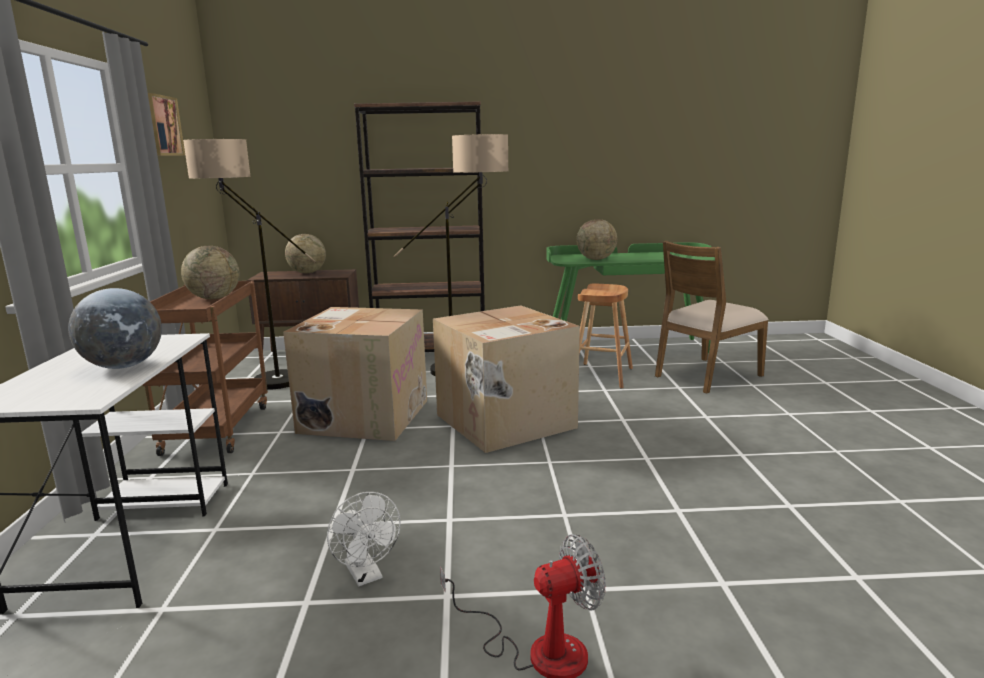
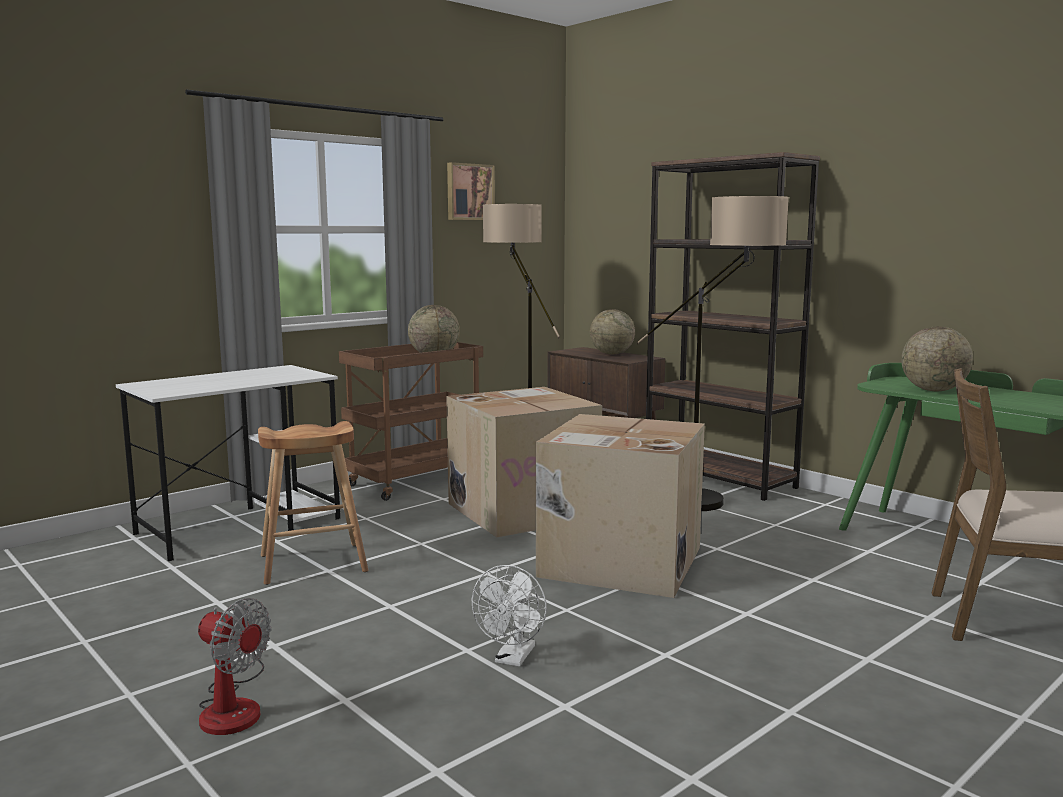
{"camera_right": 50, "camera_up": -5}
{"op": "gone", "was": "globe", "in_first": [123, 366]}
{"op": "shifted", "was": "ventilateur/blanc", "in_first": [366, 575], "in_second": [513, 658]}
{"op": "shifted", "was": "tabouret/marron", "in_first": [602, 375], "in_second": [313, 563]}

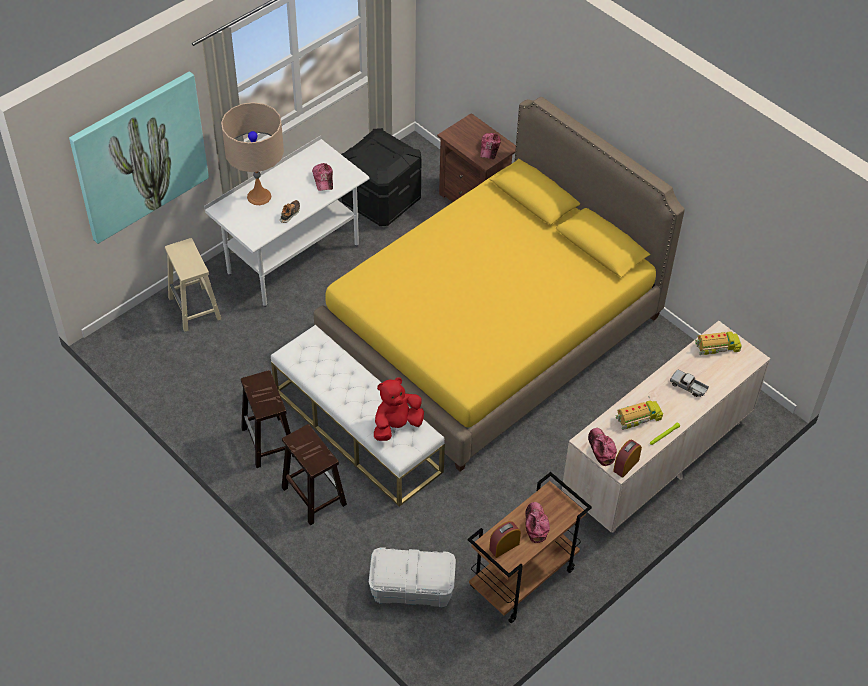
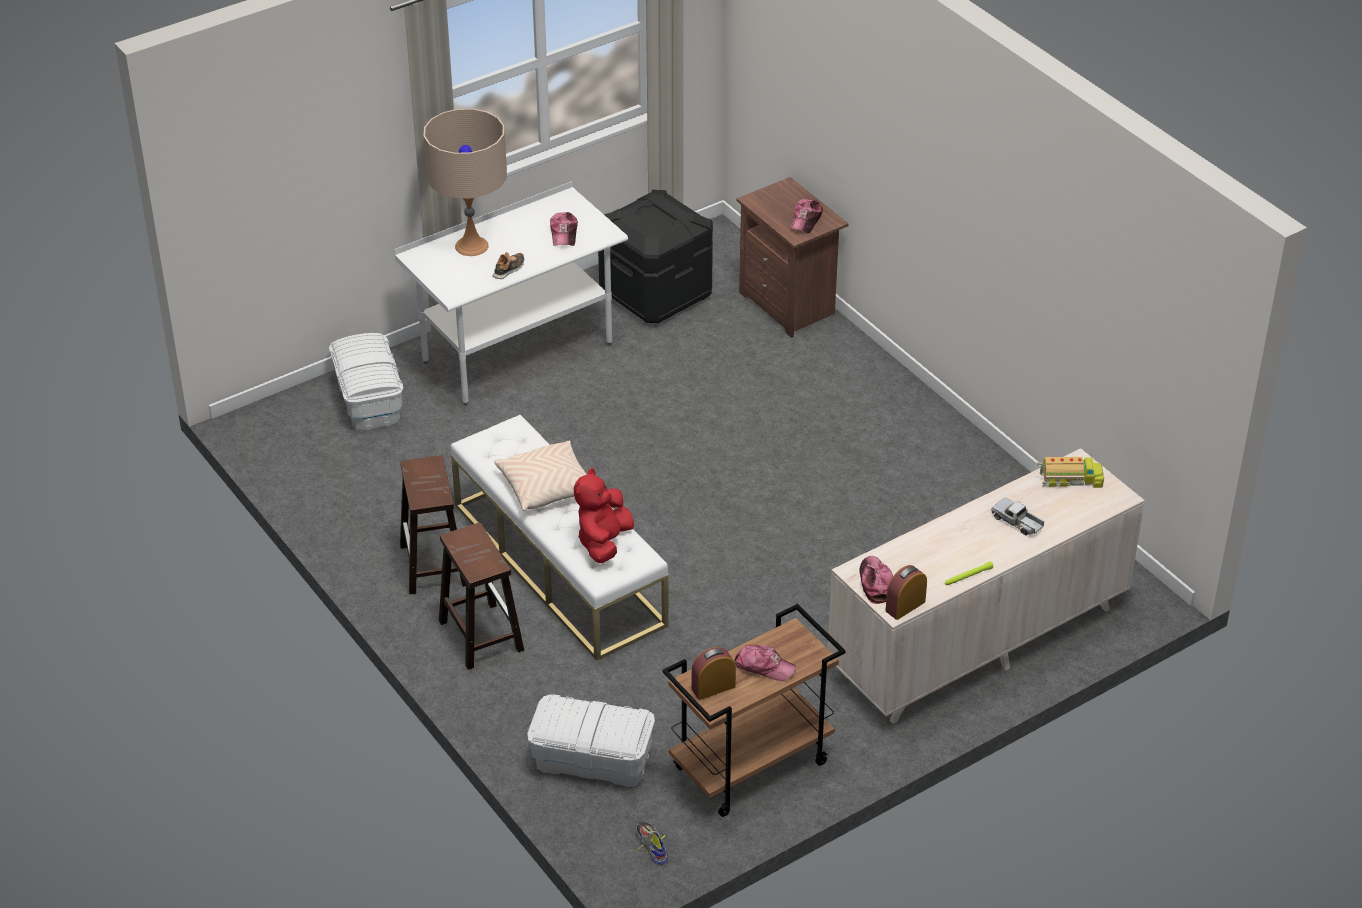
{"camera_right": 10, "camera_up": -10}
{"op": "gone", "was": "tableau", "in_first": [139, 156]}
{"op": "swapped", "was": "tabouret/beige", "now": "boîte de rangement/blanc", "in_first": [195, 309], "in_second": [369, 399]}
{"op": "gone", "was": "lit/jaune", "in_first": [491, 332]}
{"op": "rotated", "was": "peluche/rouge", "in_first": [396, 425], "in_second": [604, 542], "clockwise": -45}
{"op": "rotated", "was": "casquette", "in_first": [536, 524], "in_second": [764, 666], "clockwise": 105}
{"op": "gone", "was": "camion jouet", "in_first": [638, 418]}
{"op": "new", "now": "coussin/beige", "in_second": [546, 486]}
{"op": "new", "now": "chaussure", "in_second": [652, 845]}

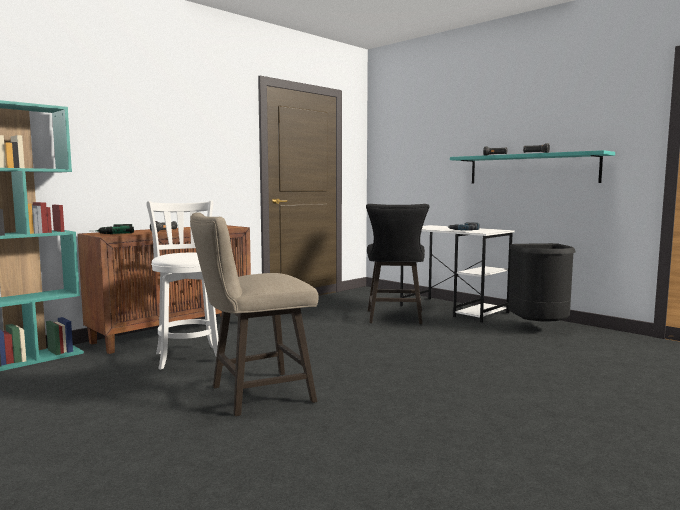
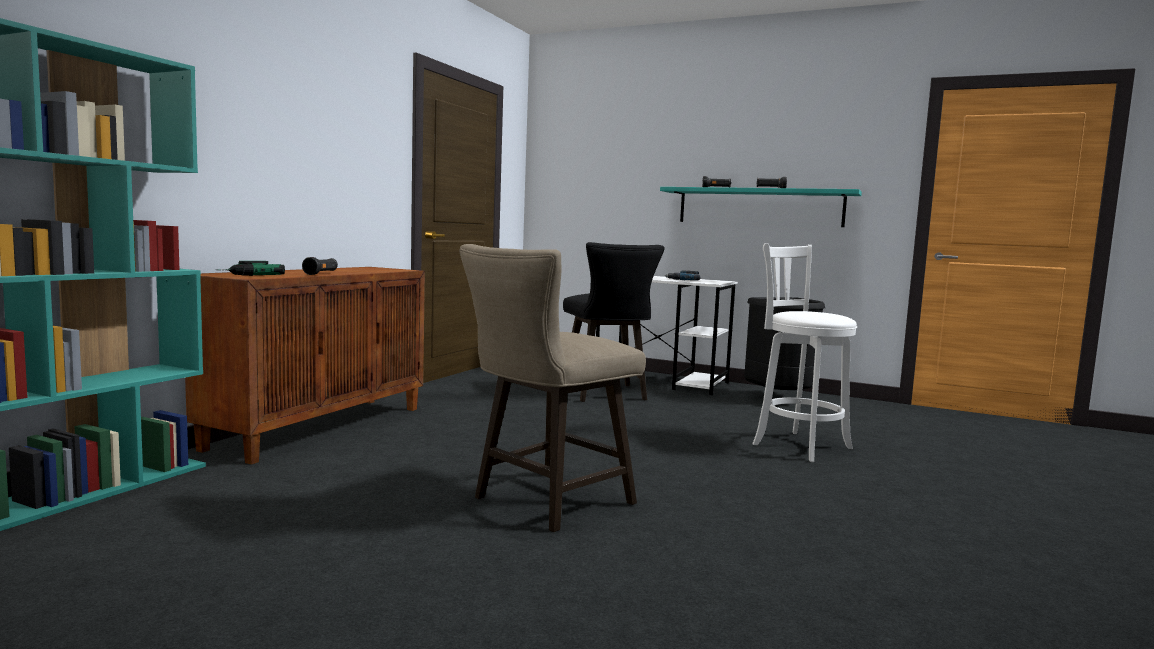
{"camera_right": -20, "camera_up": 0}
{"op": "shifted", "was": "tabouret/blanc", "in_first": [188, 356], "in_second": [797, 445]}

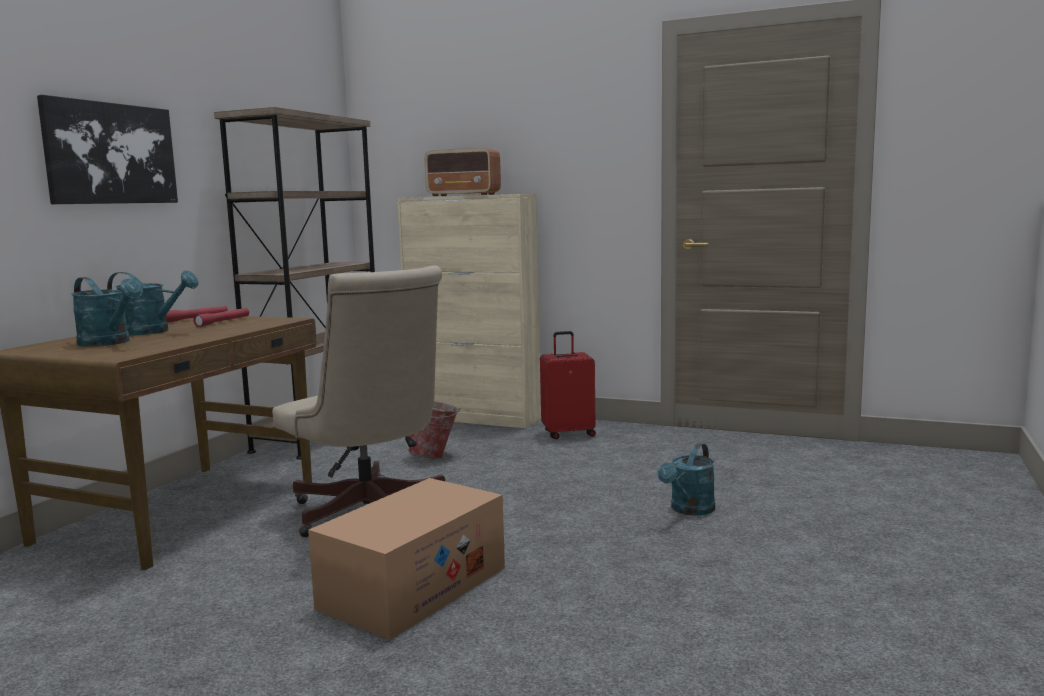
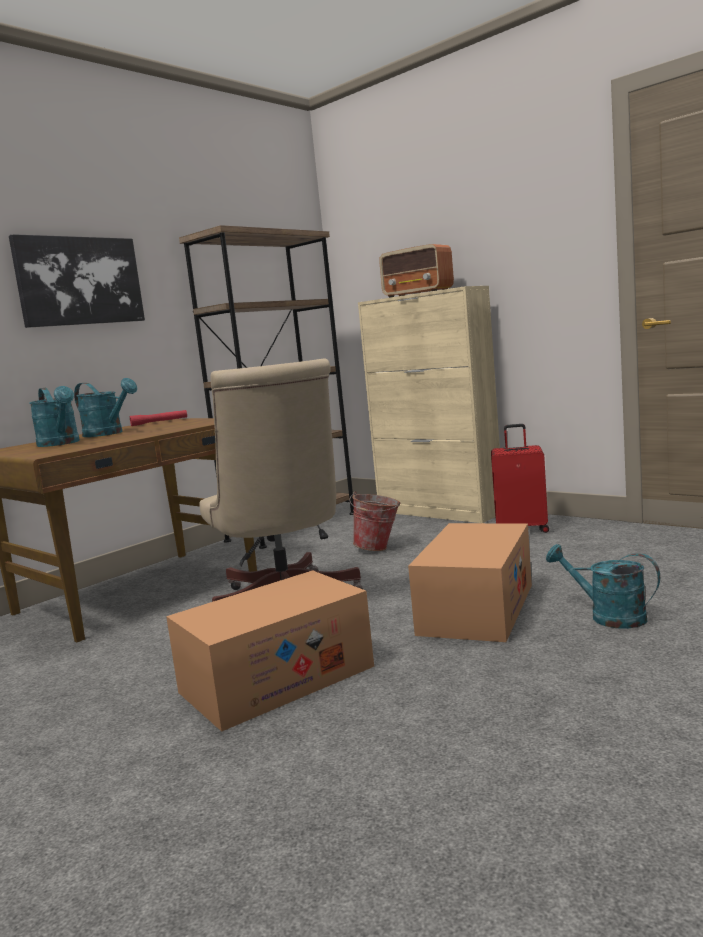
{"camera_right": 20, "camera_up": 0}
{"op": "gone", "was": "lampe de poche/rouge", "in_first": [223, 322]}
{"op": "rotated", "was": "arrosoir/turquoise", "in_first": [689, 510], "in_second": [608, 616], "clockwise": 75}
{"op": "new", "now": "carton", "in_second": [476, 609]}

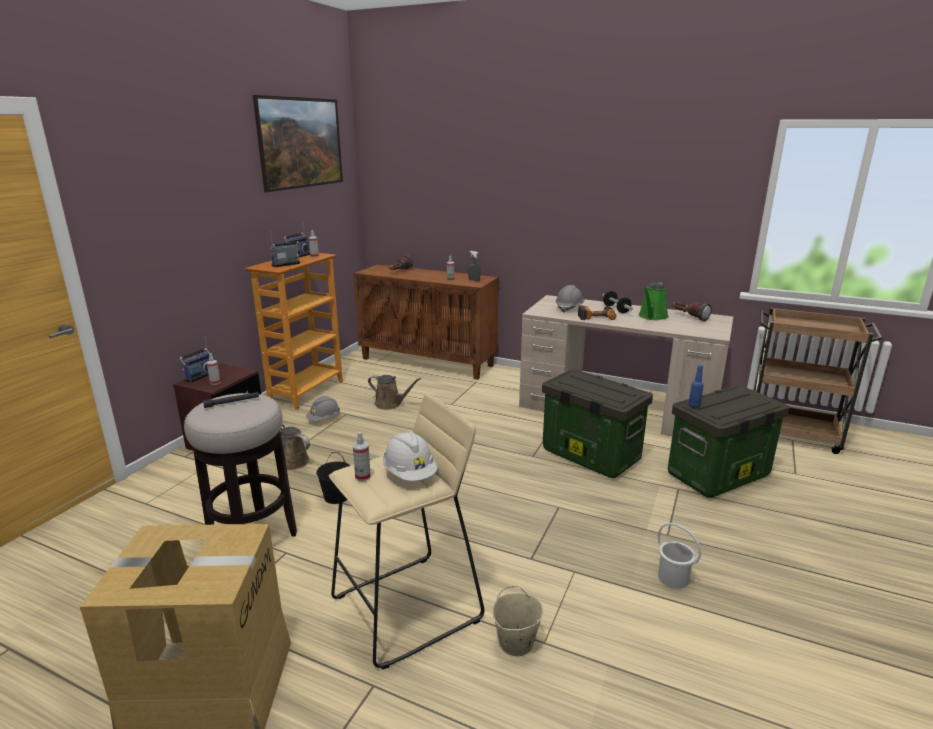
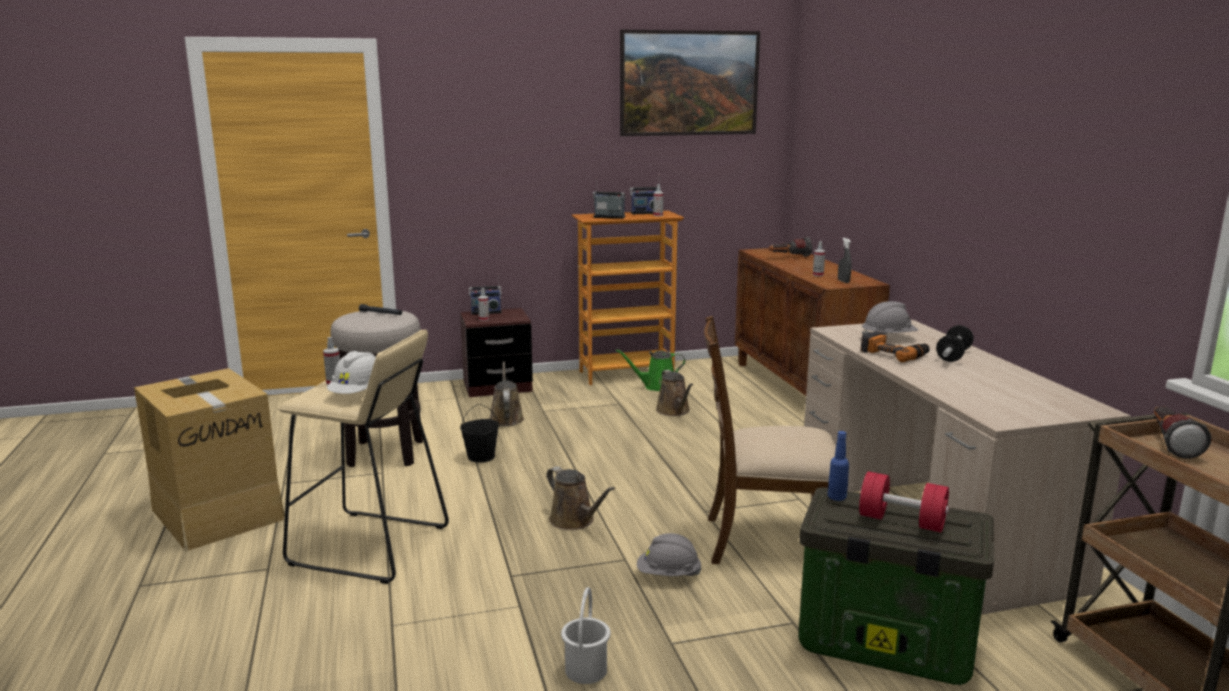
{"camera_right": 50, "camera_up": -5}
{"op": "shifted", "was": "casque de chantier/gris", "in_first": [324, 419], "in_second": [668, 575]}
{"op": "gone", "was": "seau/beige", "in_first": [516, 643]}
{"op": "swapped", "was": "boîte de rangement", "now": "chaise/marron", "in_first": [588, 455], "in_second": [767, 541]}
{"op": "shifted", "was": "arrosoir/vert", "in_first": [652, 317], "in_second": [657, 387]}
{"op": "shifted", "was": "lampe de poche", "in_first": [689, 317], "in_second": [1170, 444]}
{"op": "new", "now": "arrosoir/marron", "in_second": [574, 521]}
{"op": "new", "now": "haltère/rouge", "in_second": [901, 521]}

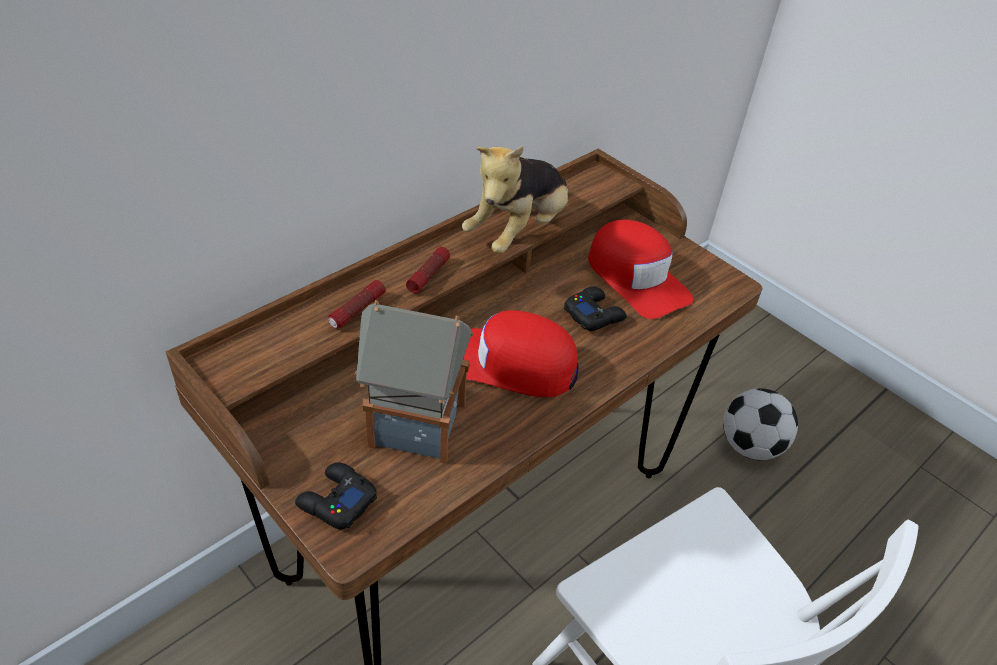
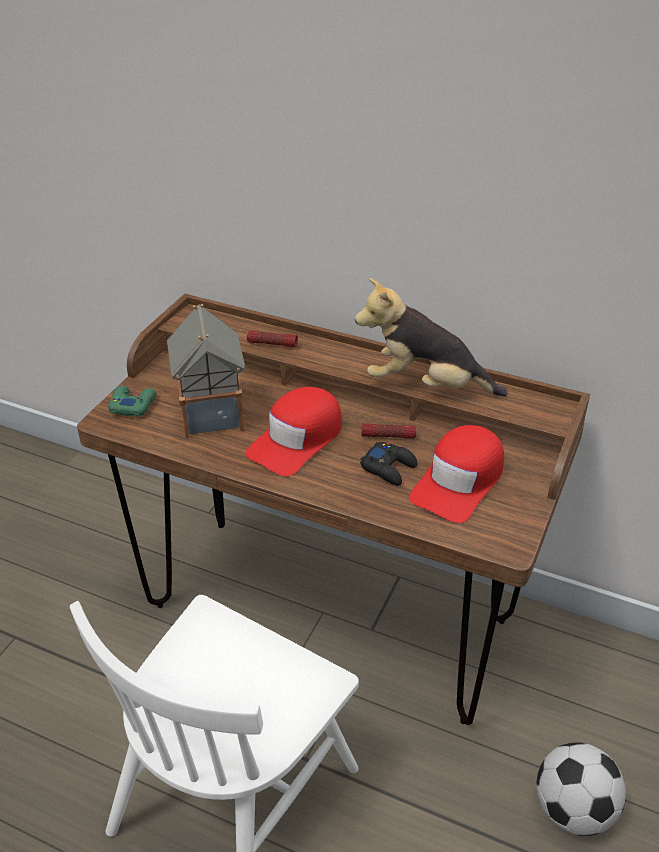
{"camera_right": 70, "camera_up": -5}
{"op": "repainted", "was": "manette/noir", "now": "manette/vert", "in_first": [336, 501], "in_second": [132, 405]}
{"op": "shifted", "was": "lampe de poche", "in_first": [428, 275], "in_second": [388, 436]}
{"op": "rotated", "was": "casquette/rouge", "in_first": [509, 364], "in_second": [297, 439], "clockwise": -135}

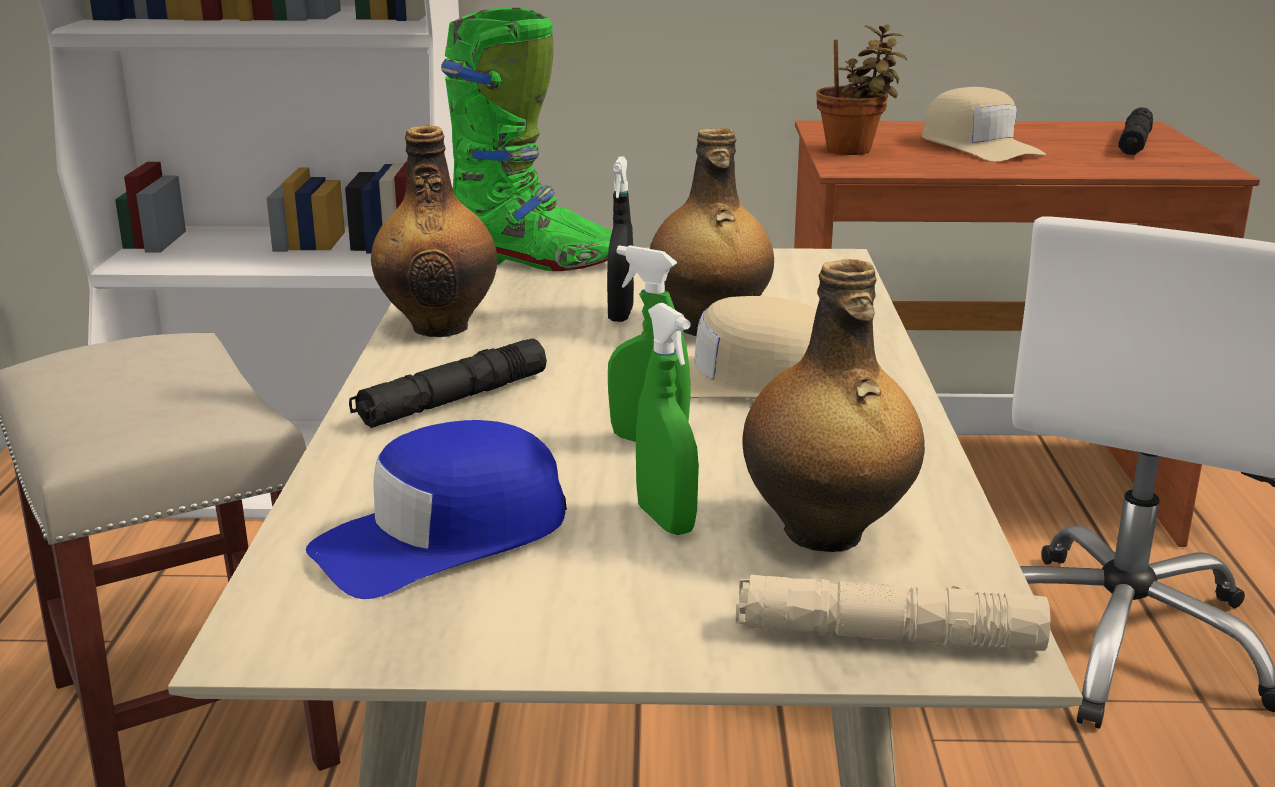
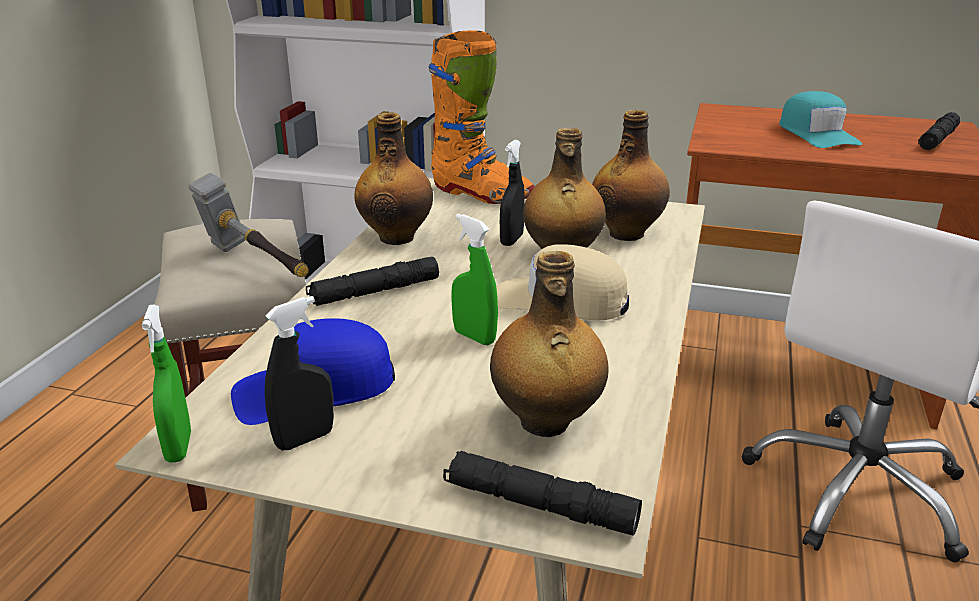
{"camera_right": 15, "camera_up": 5}
{"op": "repainted", "was": "botte/vert", "now": "botte/orange", "in_first": [534, 261], "in_second": [481, 194]}
{"op": "shifted", "was": "vaporisateur/vert", "in_first": [665, 520], "in_second": [179, 447]}
{"op": "repainted", "was": "lampe de poche/beige", "now": "lampe de poche/noir", "in_first": [887, 636], "in_second": [539, 505]}
{"op": "gone", "was": "plante en pot", "in_first": [854, 151]}
{"op": "repainted", "was": "casquette/beige", "now": "casquette/turquoise", "in_first": [979, 146], "in_second": [817, 134]}
{"op": "new", "now": "marteau", "in_second": [255, 266]}
{"op": "new", "now": "vaporisateur/noir", "in_second": [305, 439]}
{"op": "new", "now": "bouteille", "in_second": [627, 233]}

